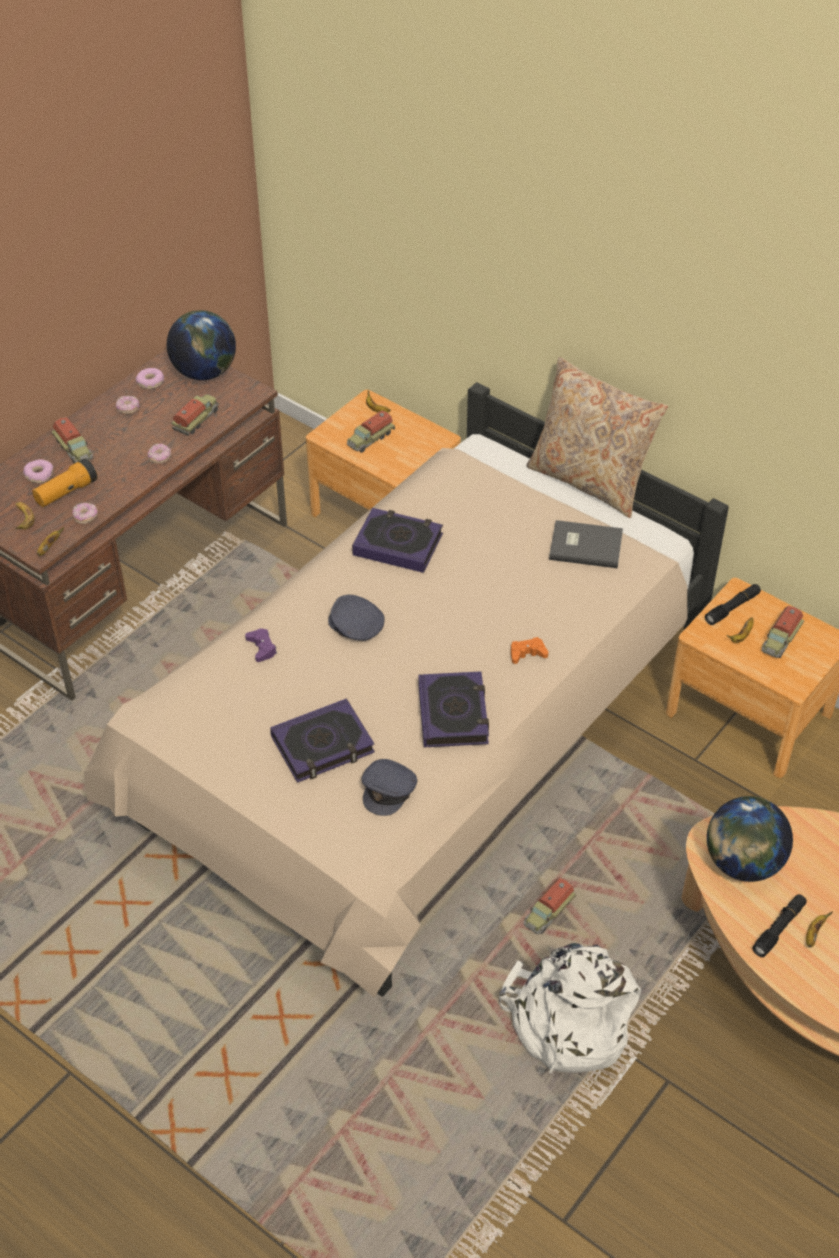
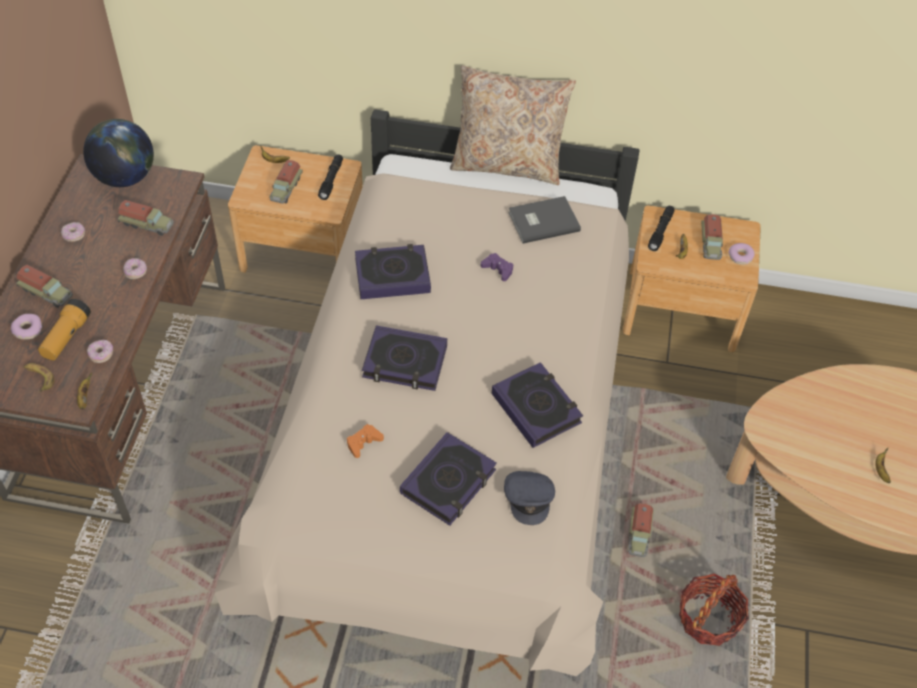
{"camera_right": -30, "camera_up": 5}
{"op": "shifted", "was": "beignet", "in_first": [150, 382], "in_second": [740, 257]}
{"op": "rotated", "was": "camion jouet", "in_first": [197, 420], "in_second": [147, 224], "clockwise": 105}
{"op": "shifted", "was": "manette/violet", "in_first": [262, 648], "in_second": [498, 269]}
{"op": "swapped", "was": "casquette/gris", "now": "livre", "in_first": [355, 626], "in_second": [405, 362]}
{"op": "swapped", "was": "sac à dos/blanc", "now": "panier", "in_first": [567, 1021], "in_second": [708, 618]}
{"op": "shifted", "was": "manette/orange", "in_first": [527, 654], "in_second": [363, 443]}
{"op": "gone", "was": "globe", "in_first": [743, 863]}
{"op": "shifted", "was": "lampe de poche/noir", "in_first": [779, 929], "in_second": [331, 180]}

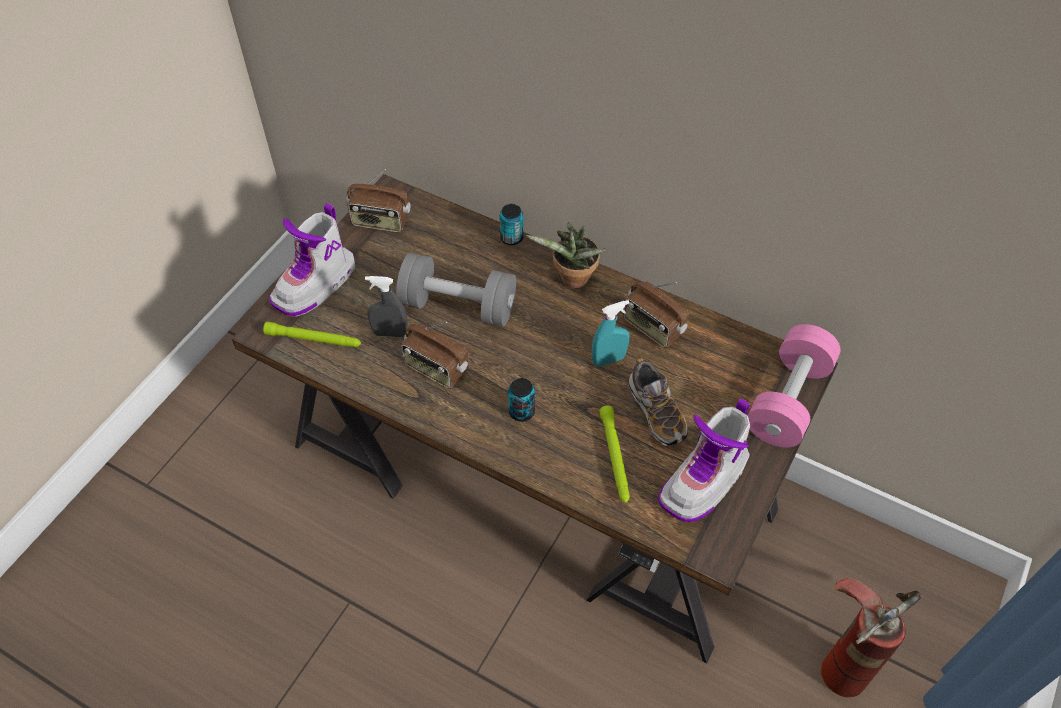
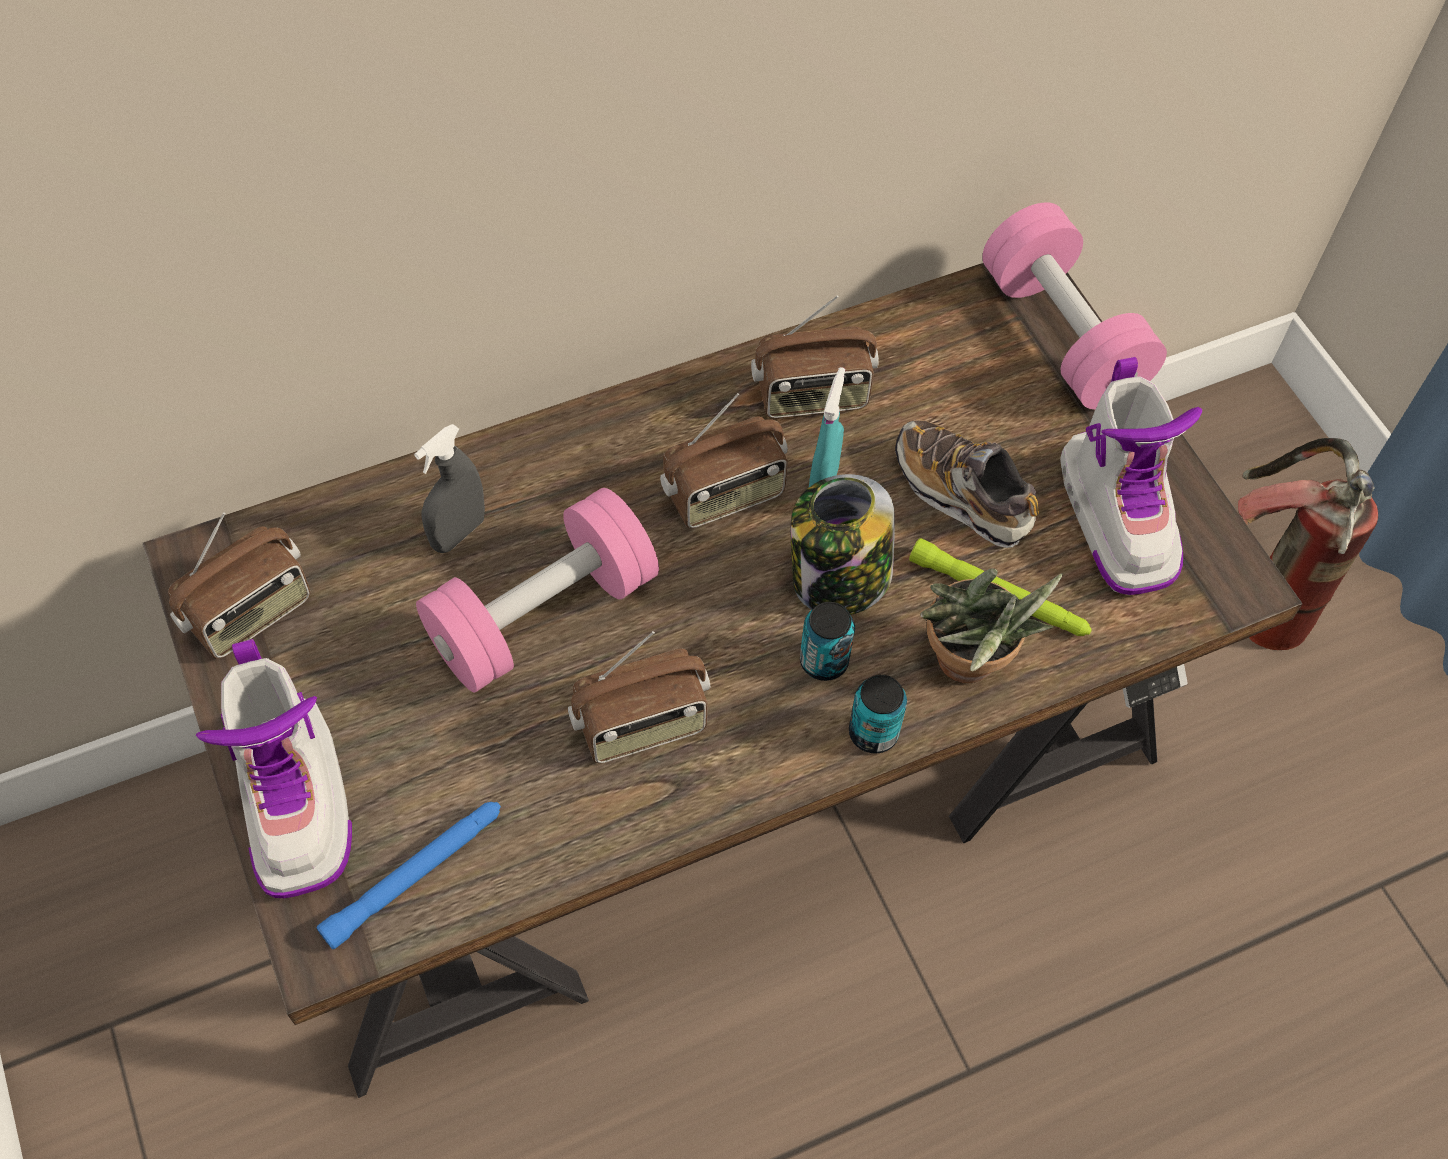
{"camera_right": -55, "camera_up": 5}
{"op": "repainted", "was": "lampe de poche/vert", "now": "lampe de poche/bleu", "in_first": [314, 339], "in_second": [415, 874]}
{"op": "shifted", "was": "vaporisateur/gris", "in_first": [390, 333], "in_second": [458, 533]}
{"op": "repainted", "was": "haltère/gris", "now": "haltère/rose", "in_first": [458, 306], "in_second": [543, 615]}
{"op": "shifted", "was": "boîte métallique", "in_first": [511, 238], "in_second": [873, 732]}
{"op": "shifted", "was": "plante en pot", "in_first": [572, 281], "in_second": [968, 667]}
{"op": "rotated", "was": "chaussure", "in_first": [656, 412], "in_second": [961, 494], "clockwise": -150}
{"op": "new", "now": "radio", "in_second": [725, 495]}
{"op": "new", "now": "bocal", "in_second": [839, 579]}

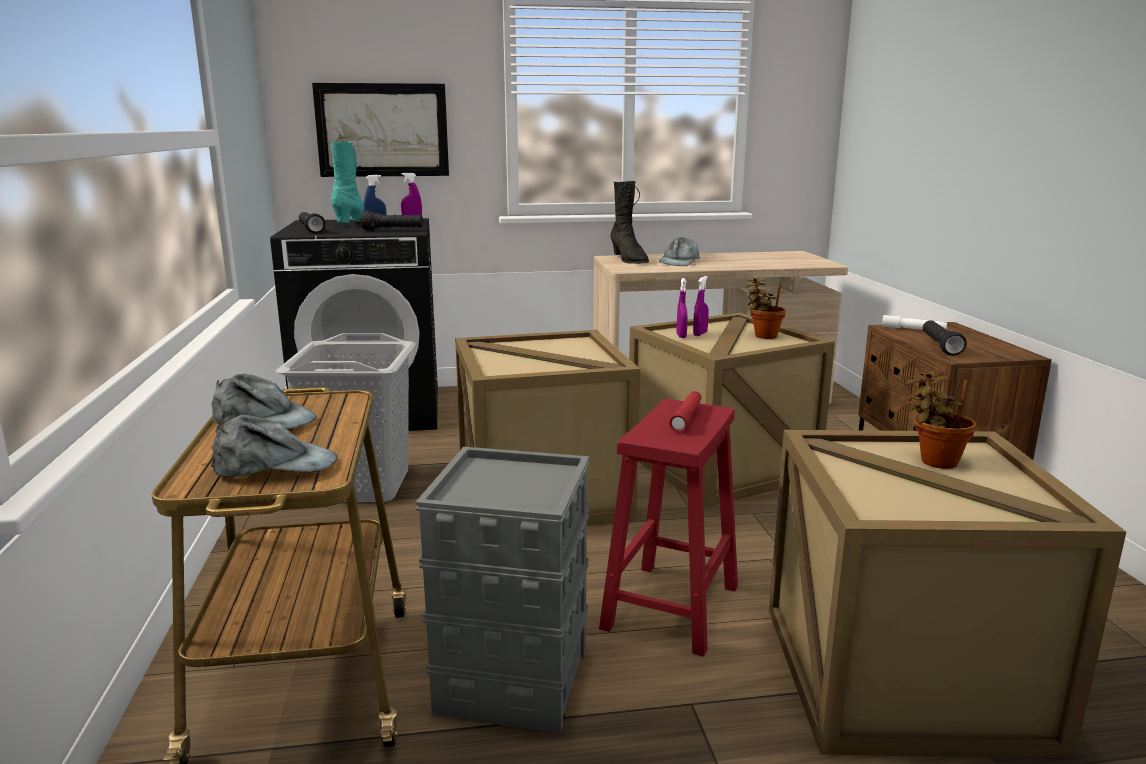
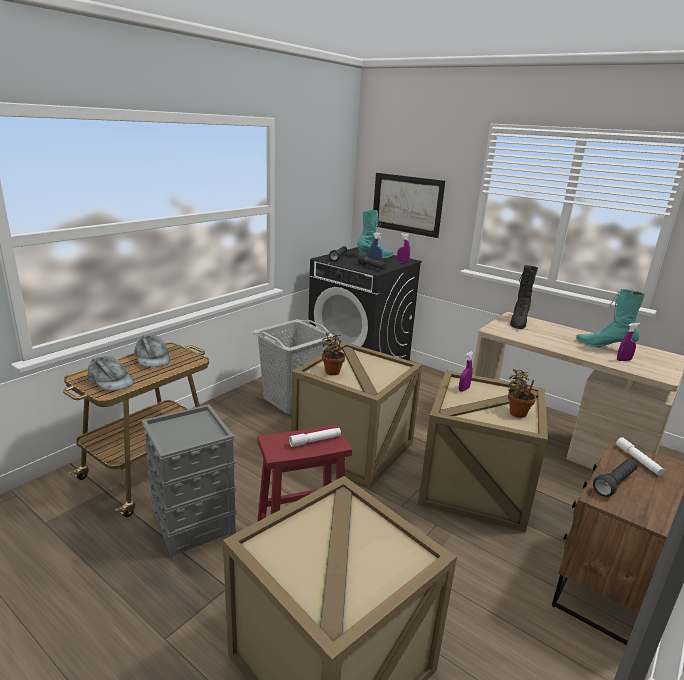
{"camera_right": 45, "camera_up": 5}
{"op": "gone", "was": "casquette/gris", "in_first": [679, 262]}
{"op": "repainted", "was": "lampe de poche/rouge", "now": "lampe de poche/blanc", "in_first": [686, 417], "in_second": [315, 440]}
{"op": "shifted", "was": "vaporisateur/violet", "in_first": [700, 334], "in_second": [623, 360]}
{"op": "shifted", "was": "plante en pot", "in_first": [934, 461], "in_second": [332, 371]}
{"op": "new", "now": "botte/turquoise", "in_second": [603, 347]}

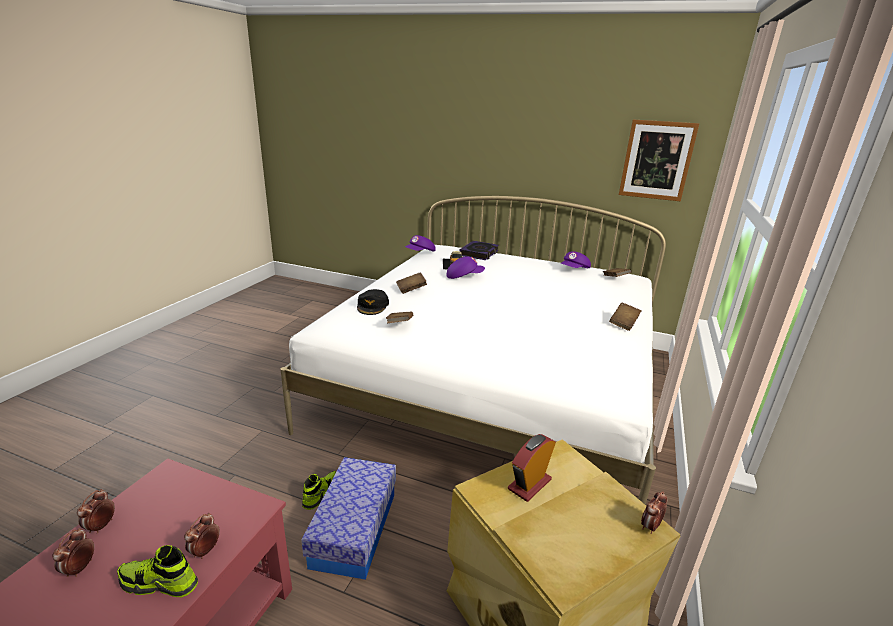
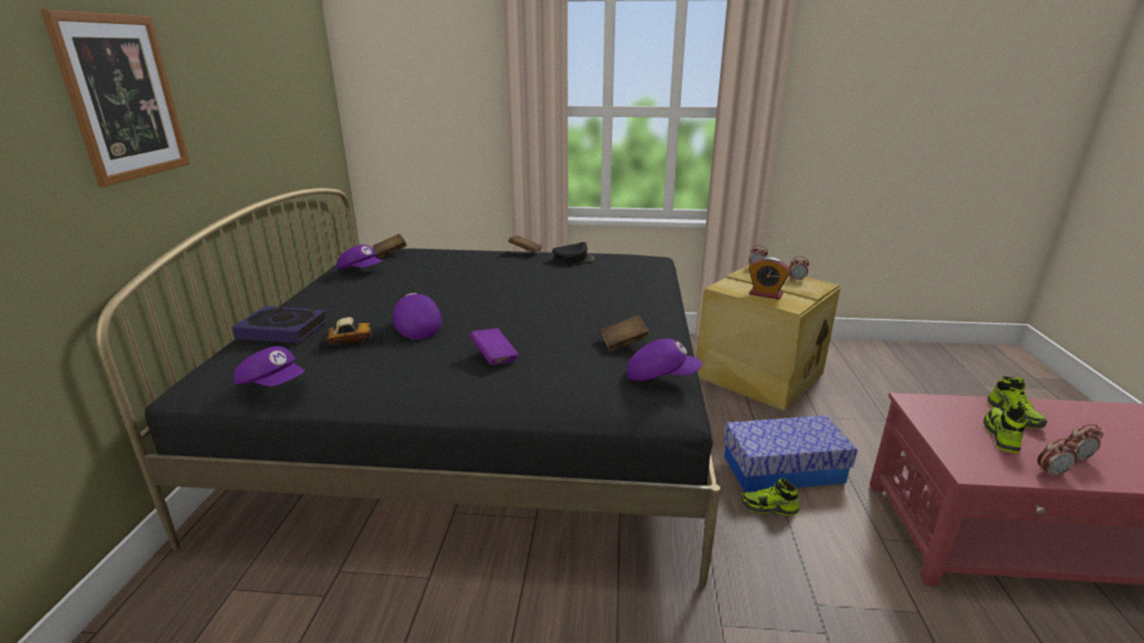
{"camera_right": -105, "camera_up": 0}
{"op": "shifted", "was": "réveil", "in_first": [205, 551], "in_second": [796, 280]}
{"op": "repainted", "was": "lit/blanc", "now": "lit/noir", "in_first": [494, 384], "in_second": [484, 422]}
{"op": "shifted", "was": "casquette/noir", "in_first": [373, 306], "in_second": [574, 259]}
{"op": "repainted", "was": "livre/marron", "now": "livre/violet", "in_first": [411, 289], "in_second": [494, 357]}
{"op": "shifted", "was": "tableau", "in_first": [656, 160], "in_second": [123, 98]}
{"op": "new", "now": "casquette/violet", "in_second": [661, 376]}
{"op": "new", "now": "chaussure", "in_second": [1000, 436]}

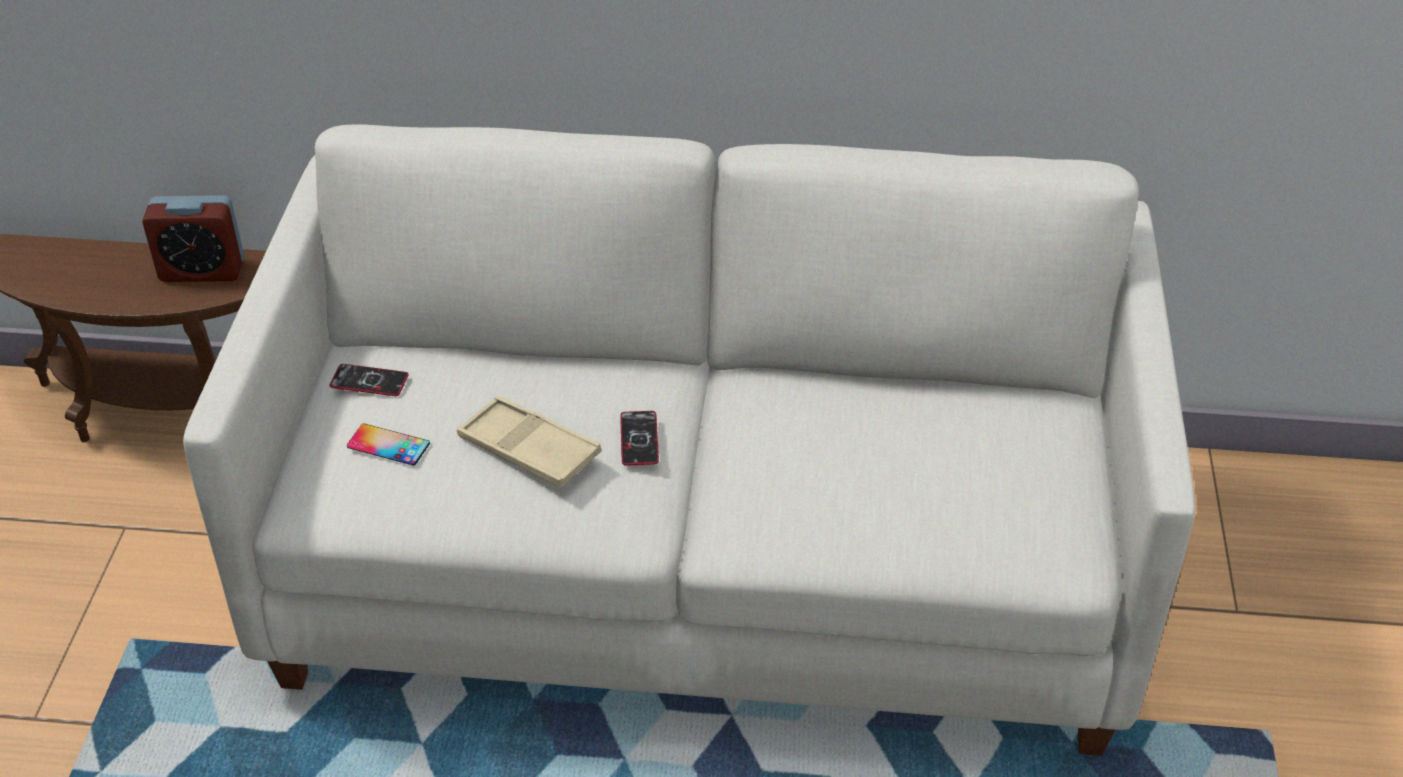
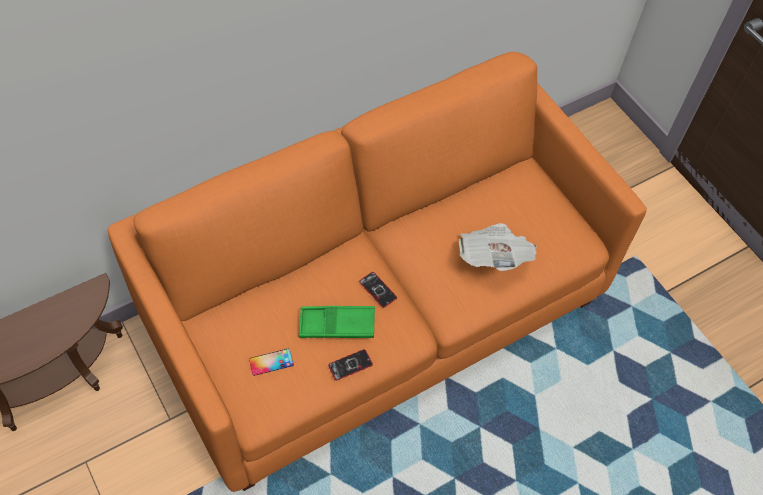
{"camera_right": -40, "camera_up": 15}
{"op": "gone", "was": "réveil", "in_first": [202, 270]}
{"op": "repainted", "was": "canapé/blanc", "now": "canapé/orange", "in_first": [702, 567], "in_second": [375, 313]}
{"op": "shifted", "was": "téléphone", "in_first": [369, 381], "in_second": [350, 365]}
{"op": "repainted", "was": "plateau/beige", "now": "plateau/vert", "in_first": [529, 449], "in_second": [337, 325]}
{"op": "new", "now": "journal", "in_second": [493, 257]}

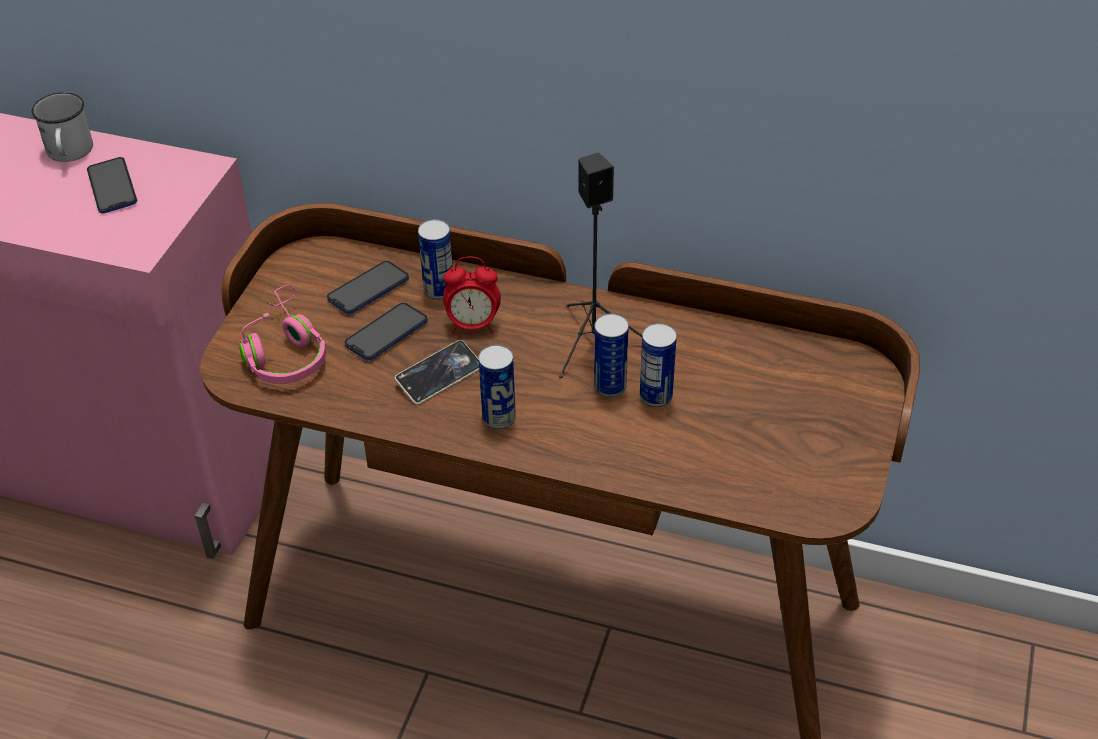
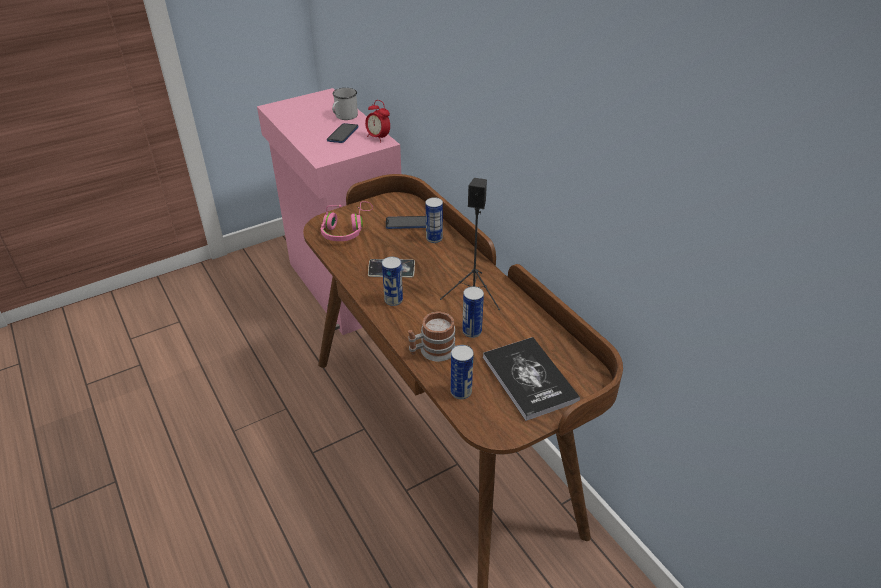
{"camera_right": 40, "camera_up": -5}
{"op": "gone", "was": "téléphone", "in_first": [386, 333]}
{"op": "shifted", "was": "réveil", "in_first": [473, 325], "in_second": [378, 138]}
{"op": "shifted", "was": "boîte métallique", "in_first": [610, 387], "in_second": [461, 392]}
{"op": "new", "now": "mug", "in_second": [432, 351]}
{"op": "new", "now": "livre", "in_second": [529, 379]}

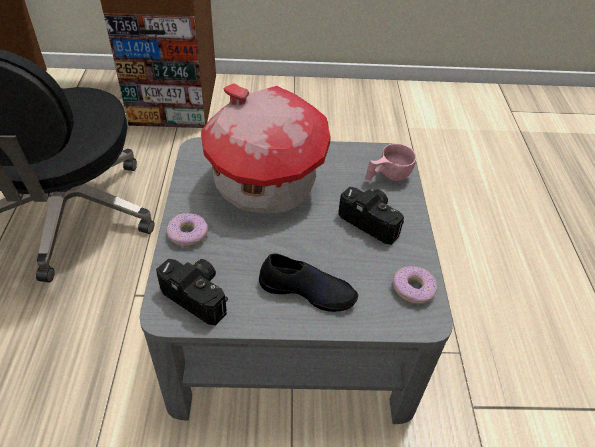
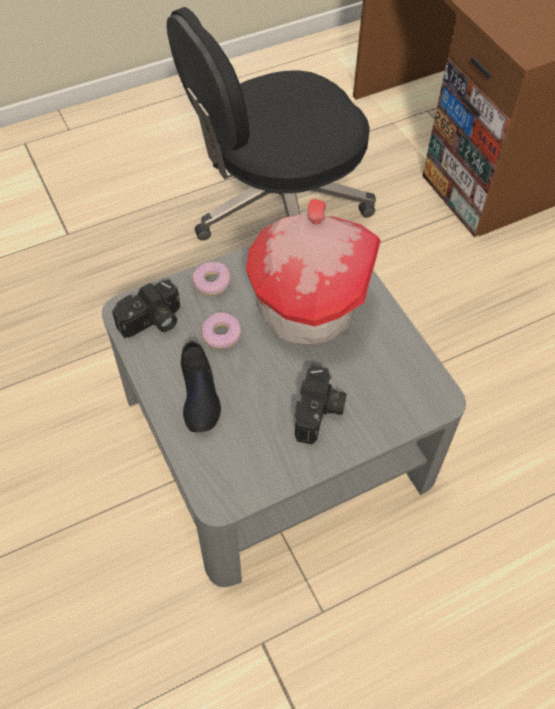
{"camera_right": 65, "camera_up": 10}
{"op": "rotated", "was": "appareil photo", "in_first": [199, 295], "in_second": [152, 322], "clockwise": 45}
{"op": "gone", "was": "tasse/rose", "in_first": [387, 176]}
{"op": "shifted", "was": "beignet", "in_first": [413, 289], "in_second": [222, 335]}

